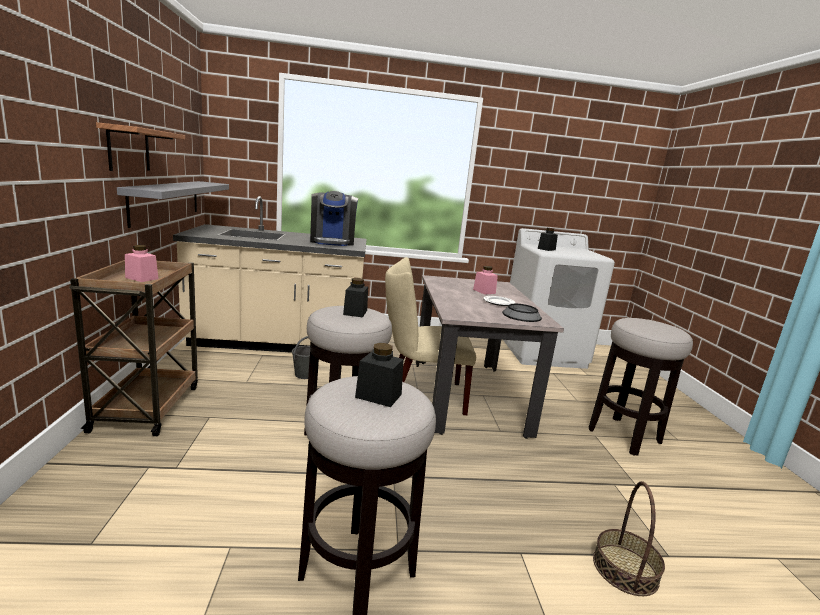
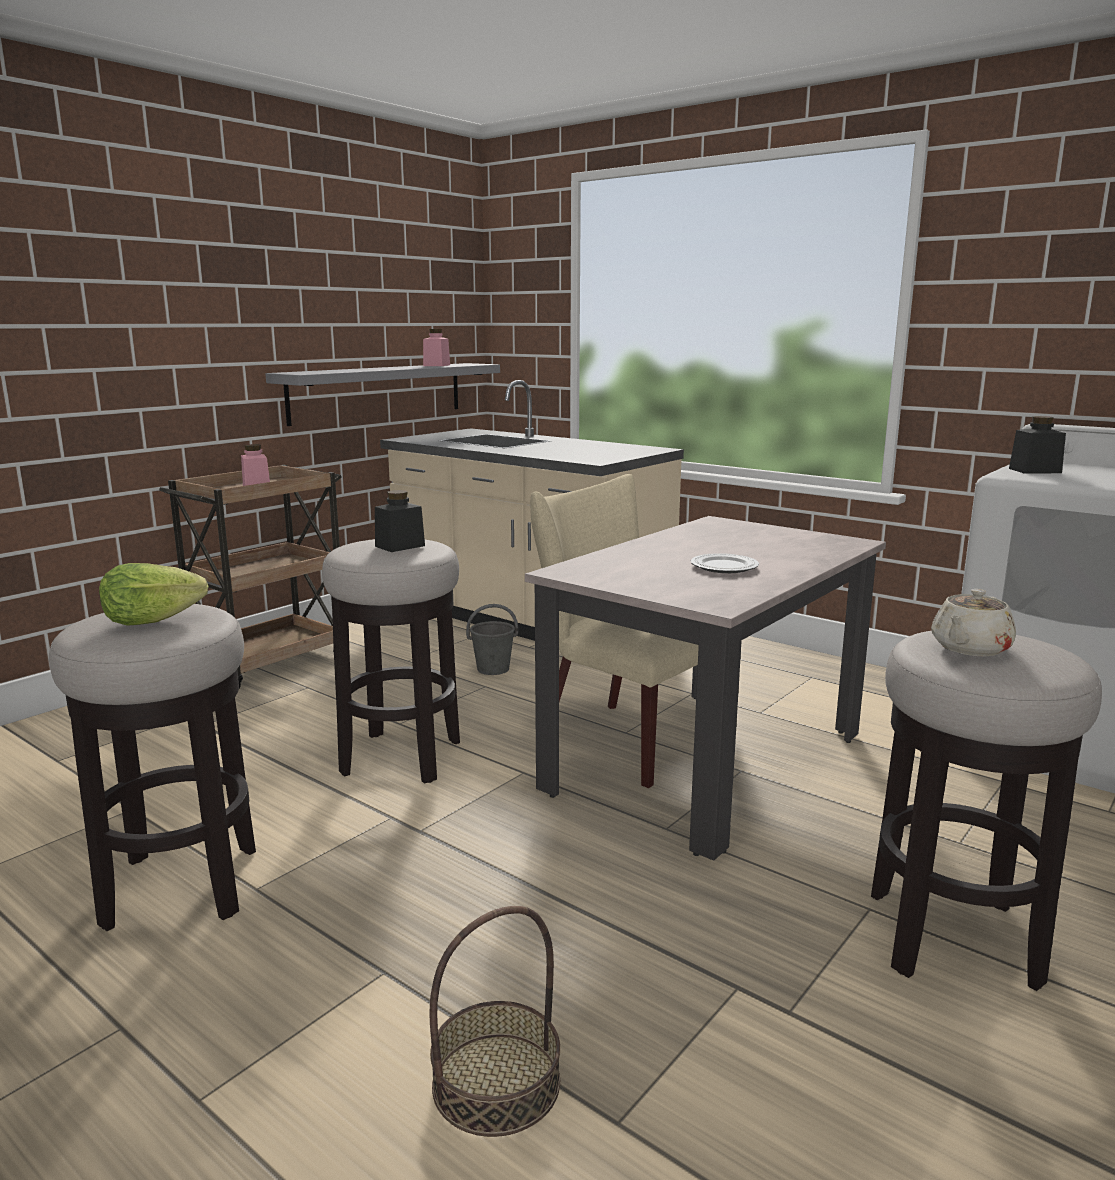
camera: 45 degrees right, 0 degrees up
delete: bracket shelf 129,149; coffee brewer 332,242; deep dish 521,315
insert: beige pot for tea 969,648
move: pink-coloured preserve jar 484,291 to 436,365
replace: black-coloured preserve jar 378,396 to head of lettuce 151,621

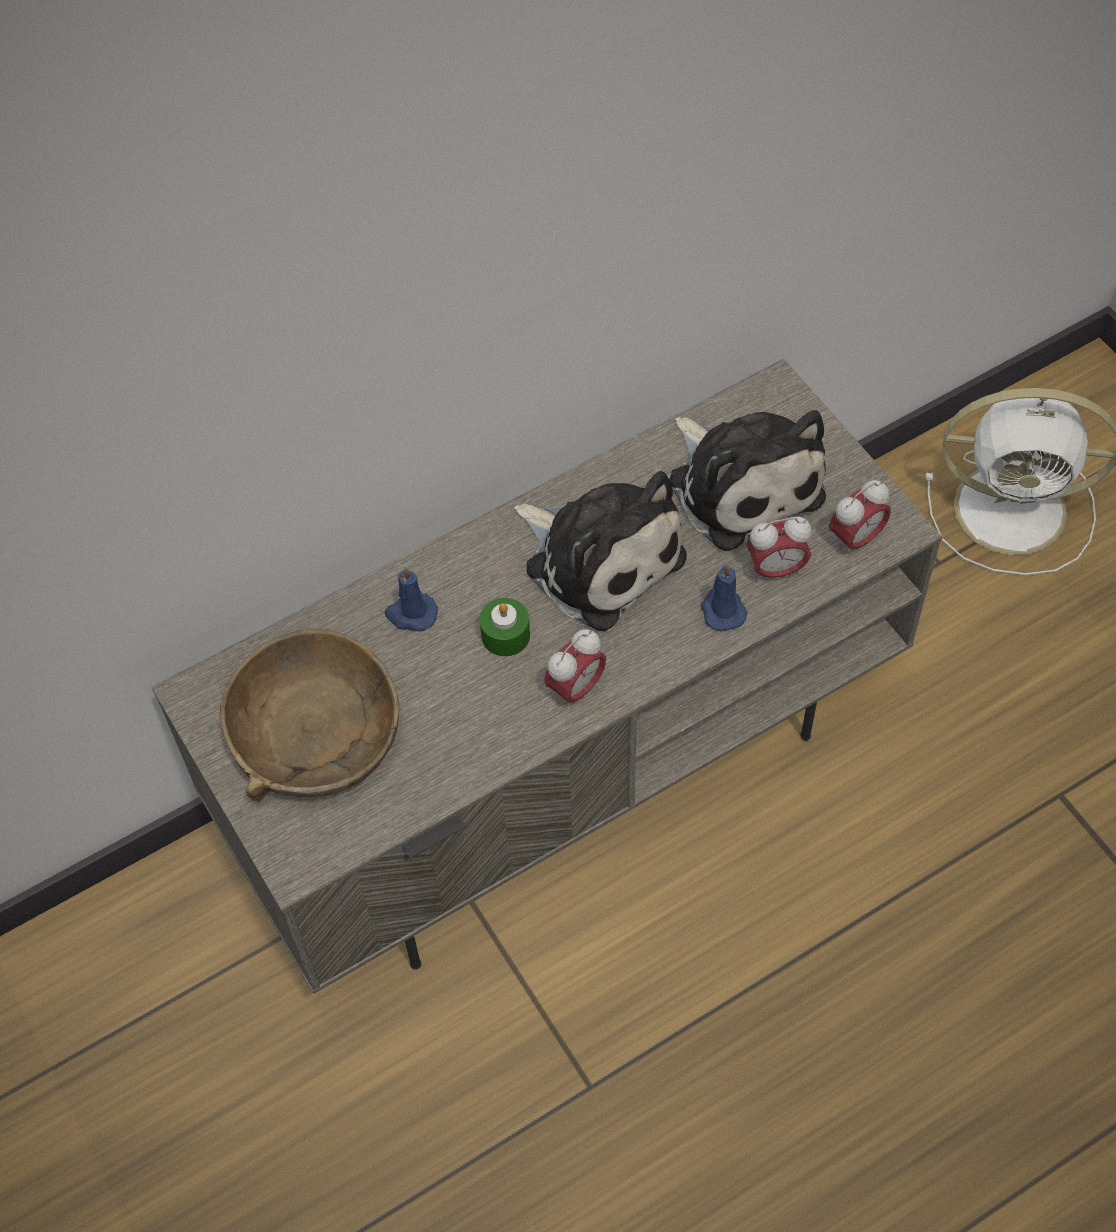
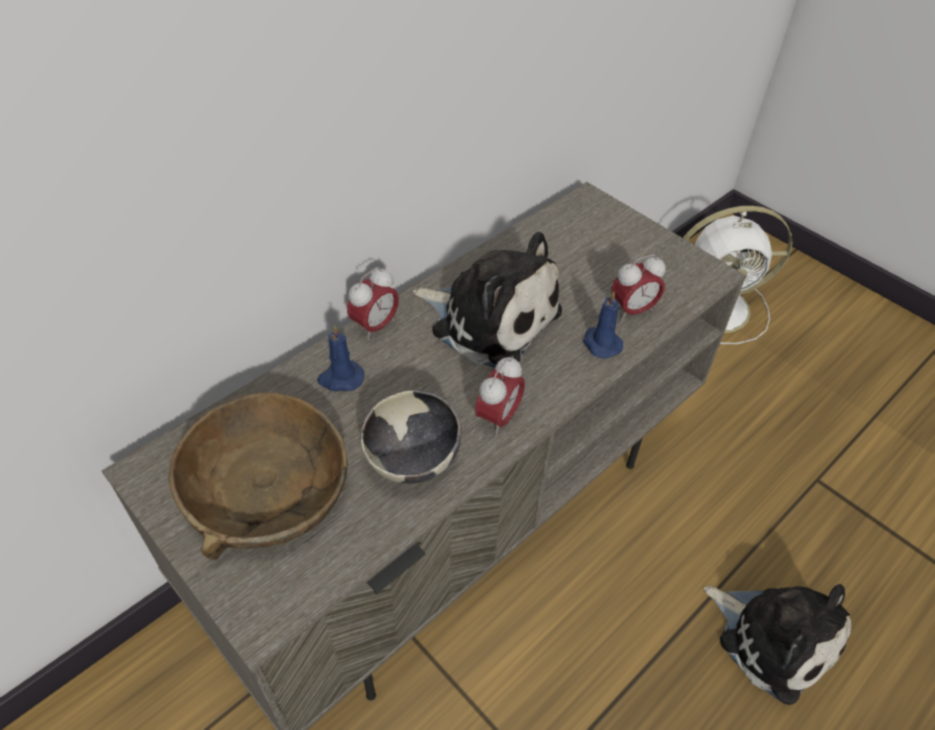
camera: 15 degrees left, 10 degrees down
delete: green candle 505,635
insert: deep dish 413,460
move: soft toy 742,483 to 772,637; bedside clock 856,539 to 375,326

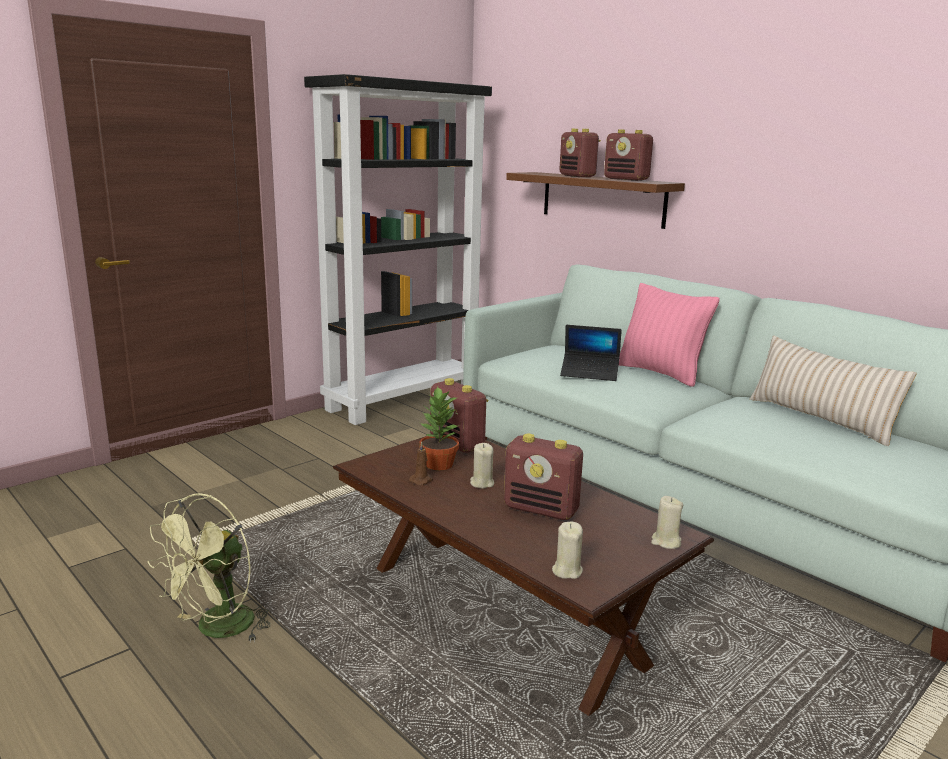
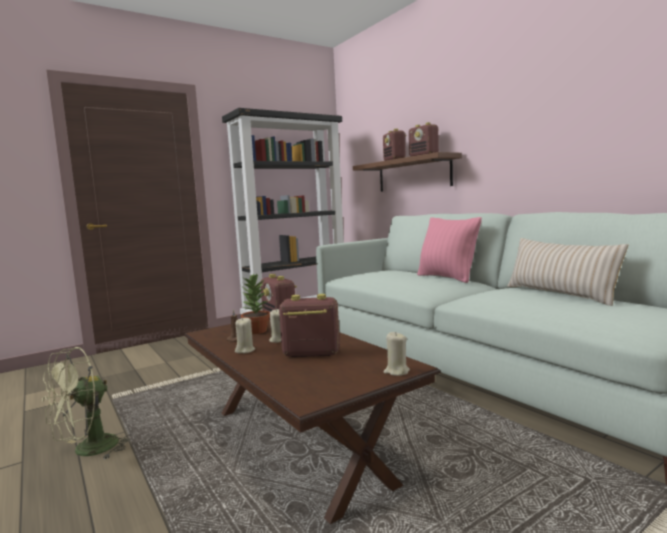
camera: 10 degrees right, 10 degrees down
delete: laptop 589,373
move: beige candle 567,571 to 245,350
rotate: radio receiver 542,509 = 310,353 150 degrees clockwise

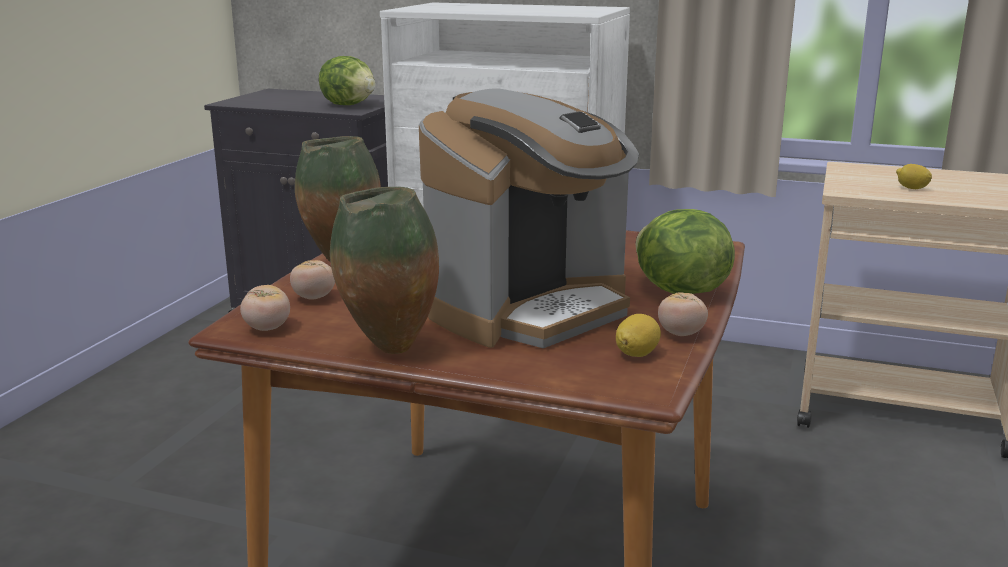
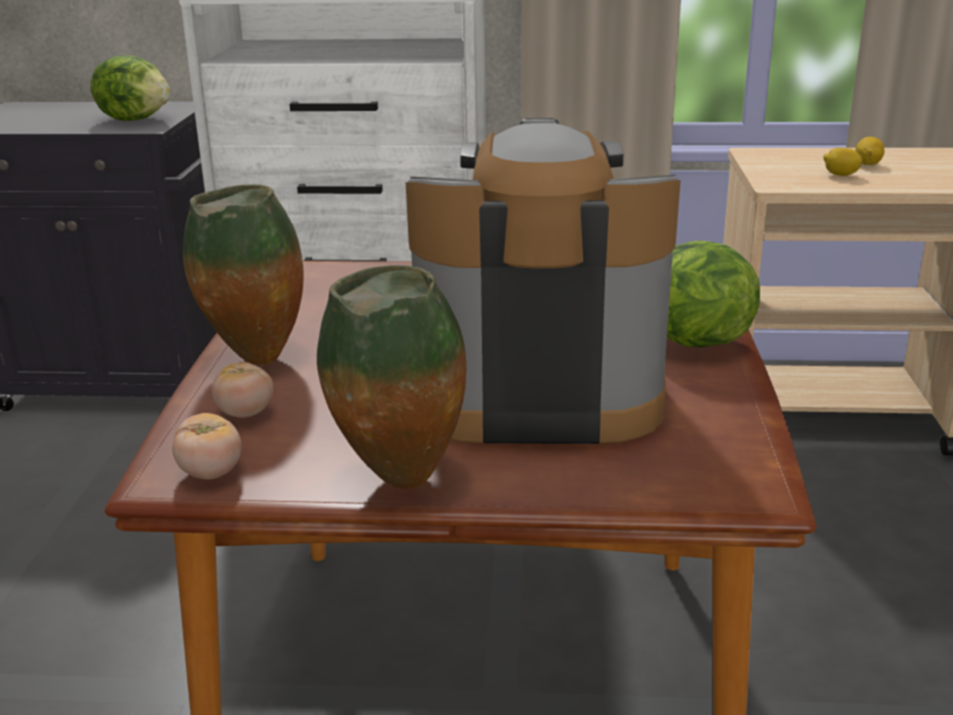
camera: 15 degrees left, 5 degrees up
delete: tomato 681,334
move: whole lemon 637,353 to 867,164
rotate: coffee brewer 530,310 = 537,393 120 degrees counterclockwise

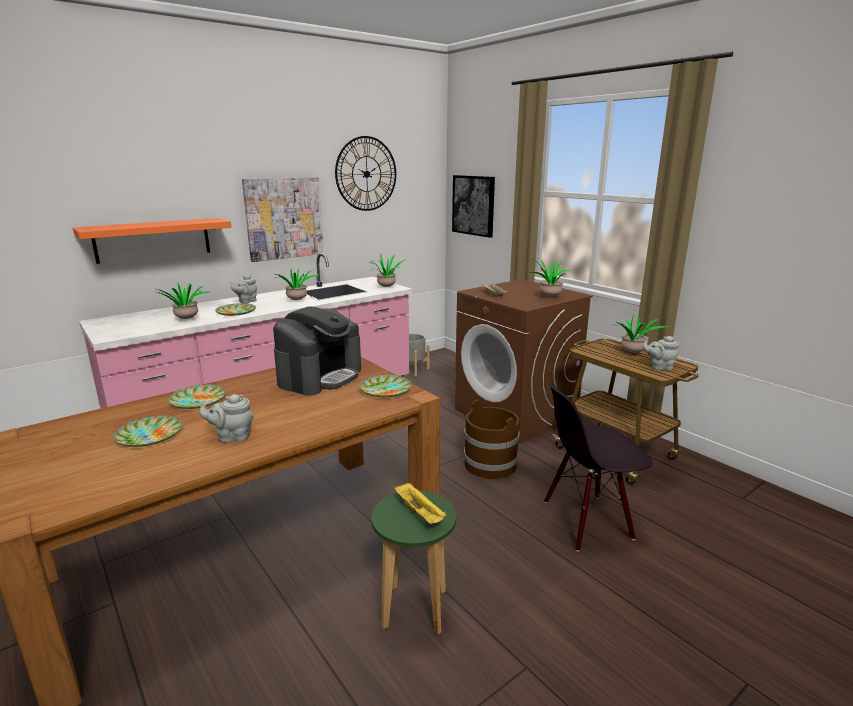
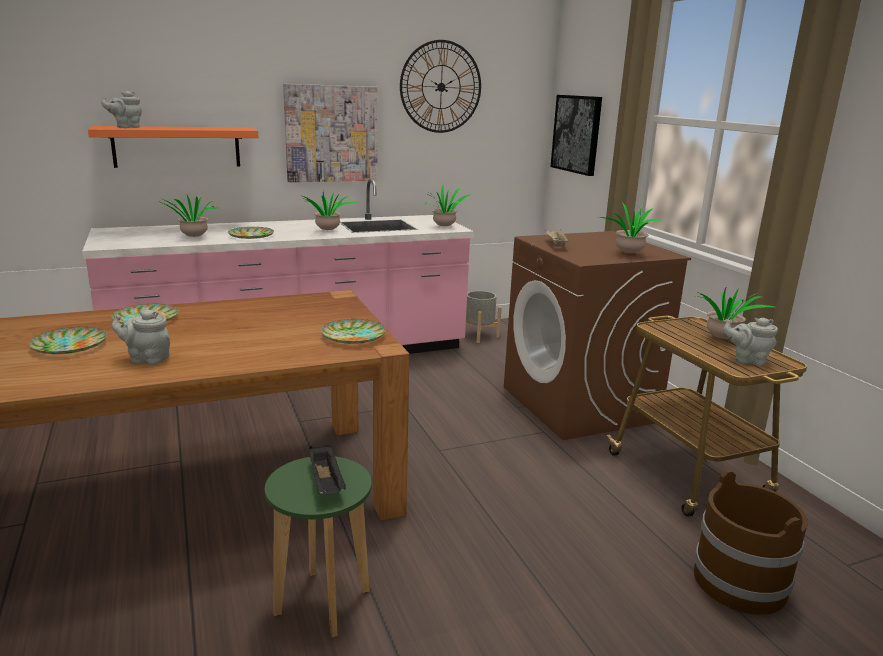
camera: 15 degrees right, 0 degrees up
delete: coffee brewer 320,376; black-coloured chair 586,521
move: gray pot for tea 246,301 to 126,127; brown water bucket 490,464 to 740,582
recolor: yellowish carrying tray 420,513 to black-coloured carrying tray 326,482

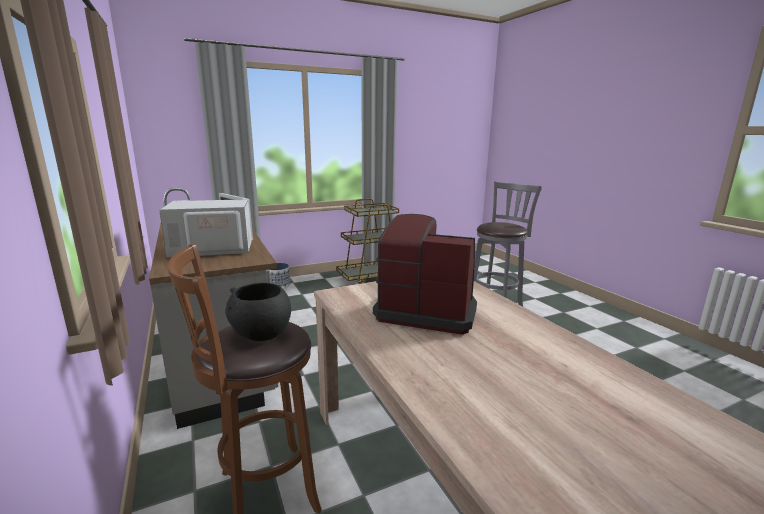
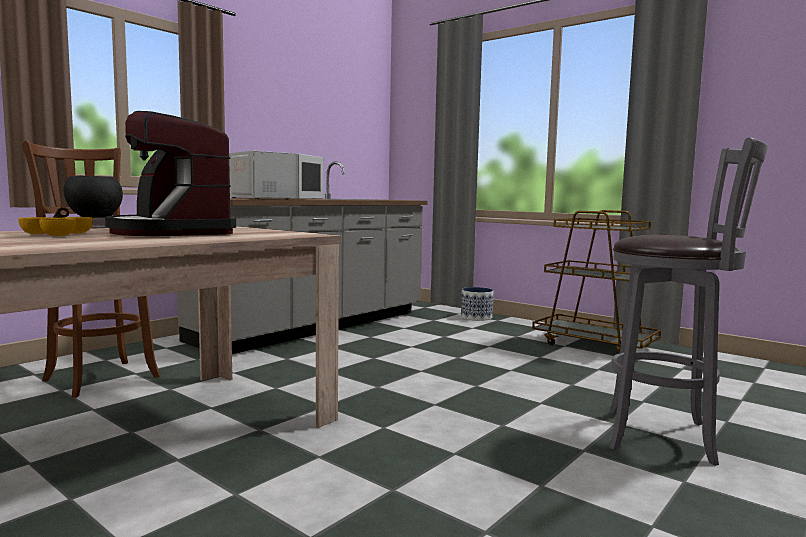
camera: 65 degrees right, 10 degrees down
insert: deep dish 57,234
rotate: coffee brewer 426,311 = 170,232 150 degrees clockwise

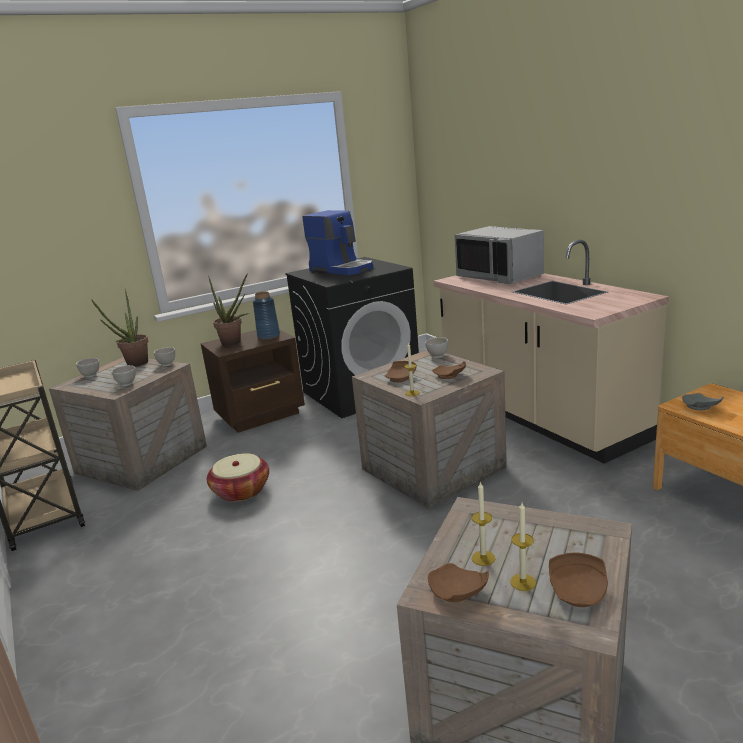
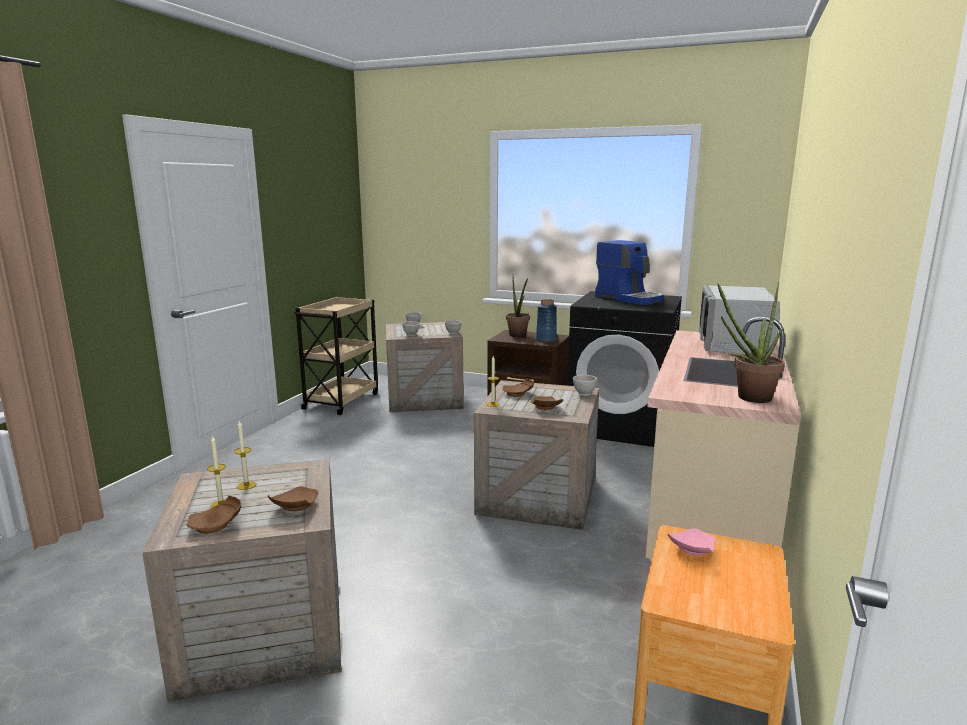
camera: 50 degrees right, 5 degrees down
delete: basket 241,491
move: plant in a pot 134,364 to 748,398; brown dinner plate 457,593 to 294,507
recolor: gray dinner plate 700,407 to pink-coloured dinner plate 691,550
rotate: coffee brewer 342,269 = 629,299 45 degrees counterclockwise

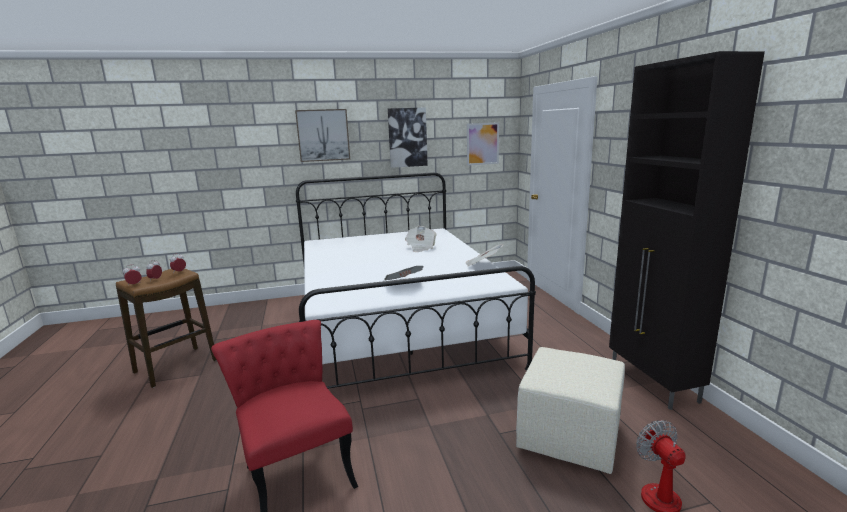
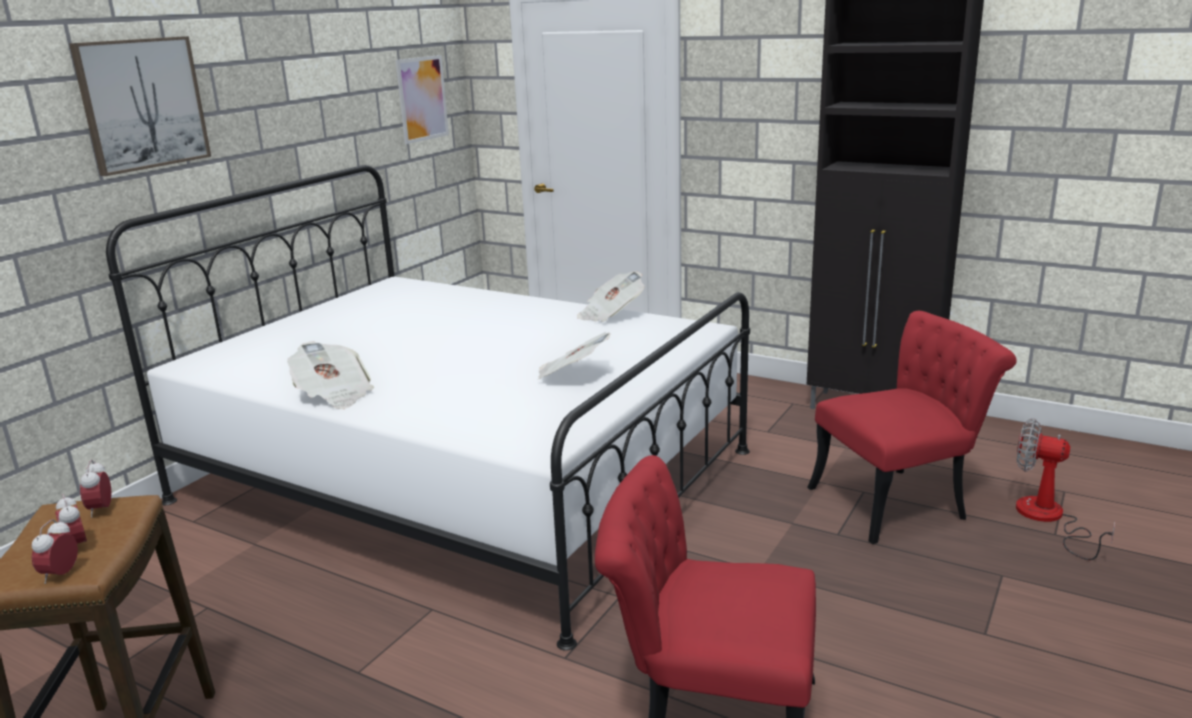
camera: 45 degrees left, 5 degrees up
delete: picture 407,137
move: daily paper 420,247 to 334,395
replace: beige footrest 569,438 to red-coloured chair 900,501

